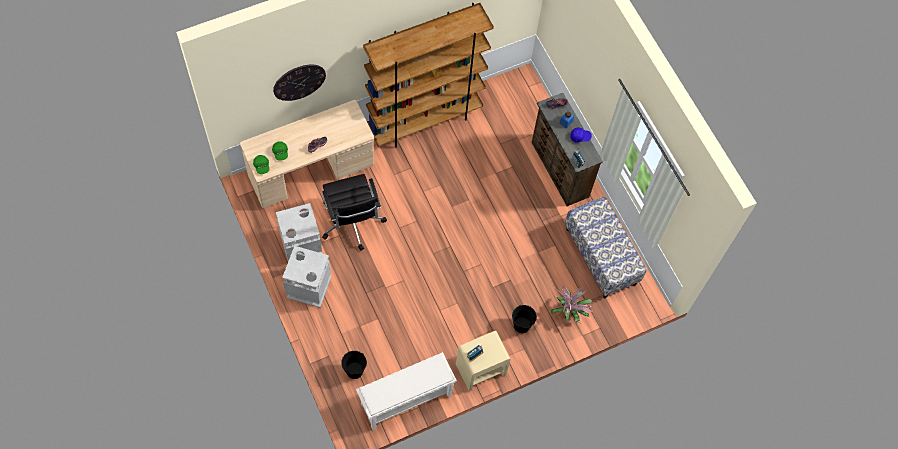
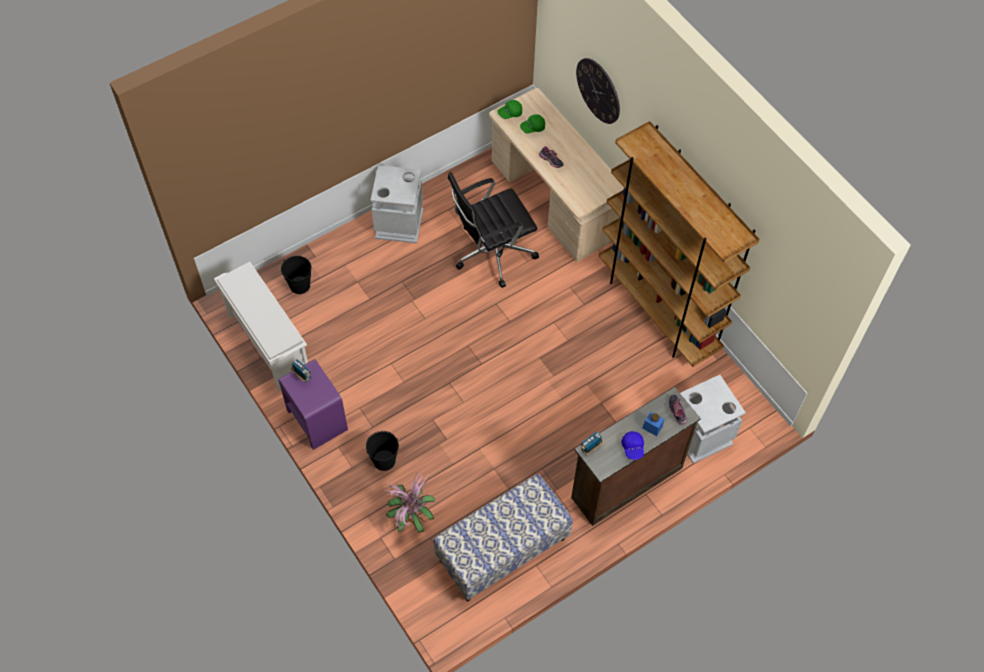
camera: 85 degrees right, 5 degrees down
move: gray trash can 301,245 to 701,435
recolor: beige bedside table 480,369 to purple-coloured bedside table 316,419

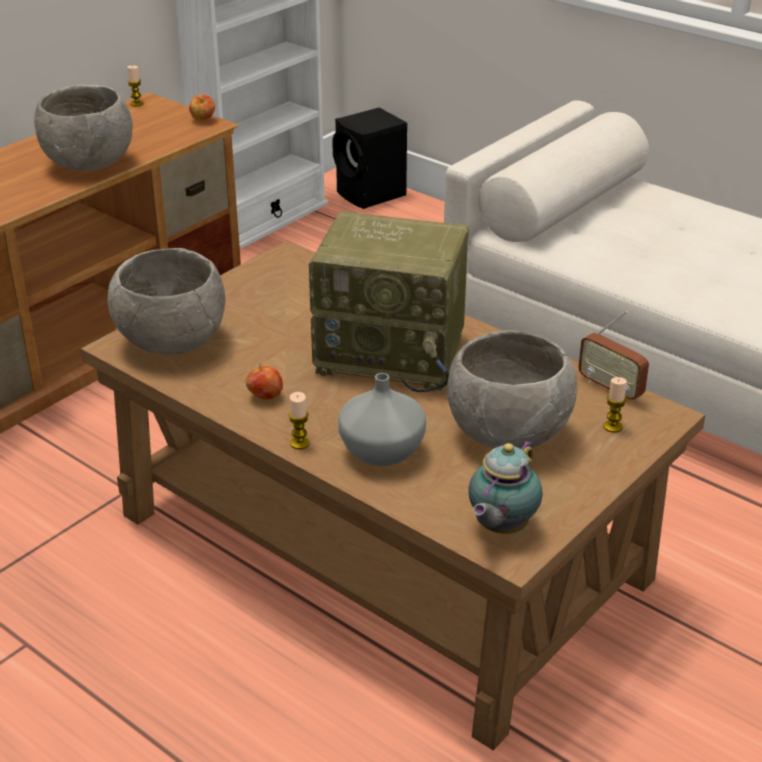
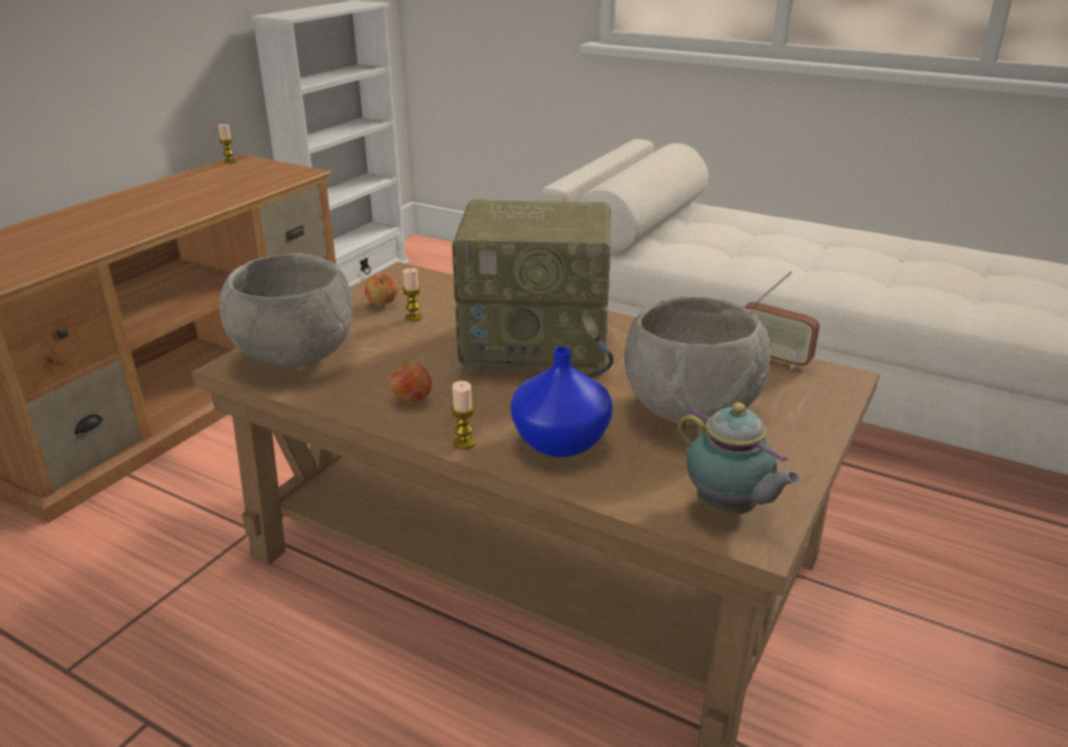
camera: 10 degrees left, 5 degrees down
delete: gray deep dish 88,164; black-coloured speaker 371,195
move: apple 203,120 to 382,304; candle 612,426 to 413,317
recolor: gray flower vase 383,451 to bluish flower vase 562,441
rotate: pot for tea 500,528 = 728,510 60 degrees counterclockwise

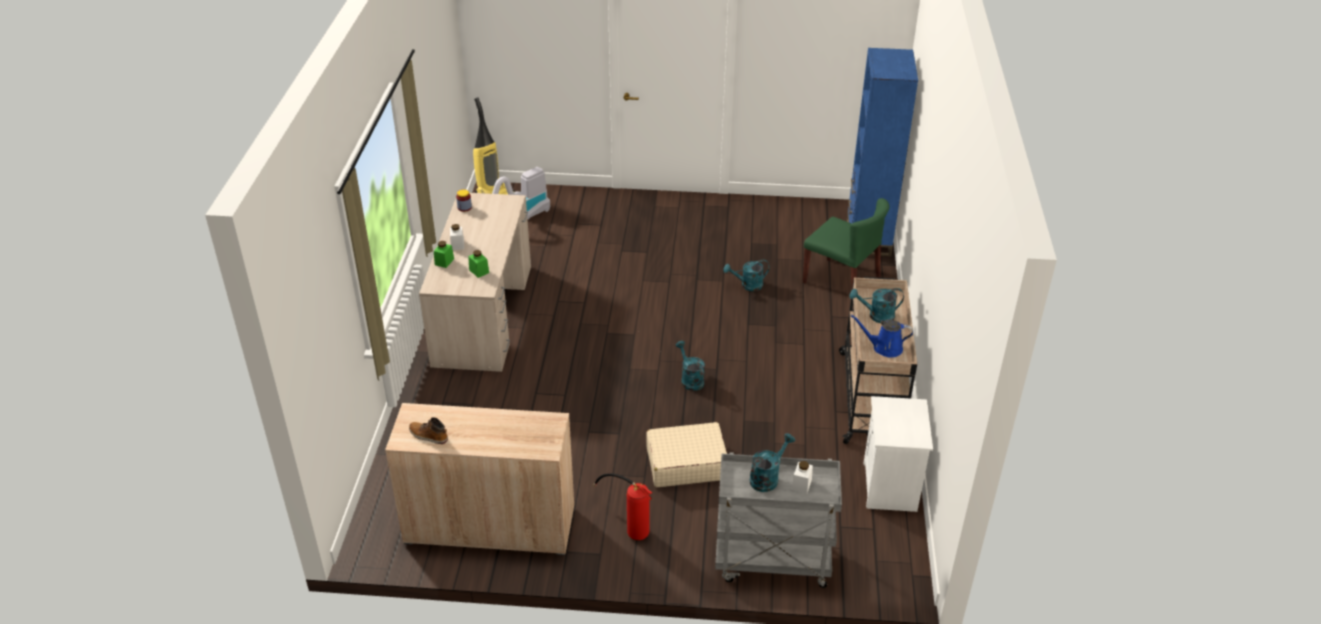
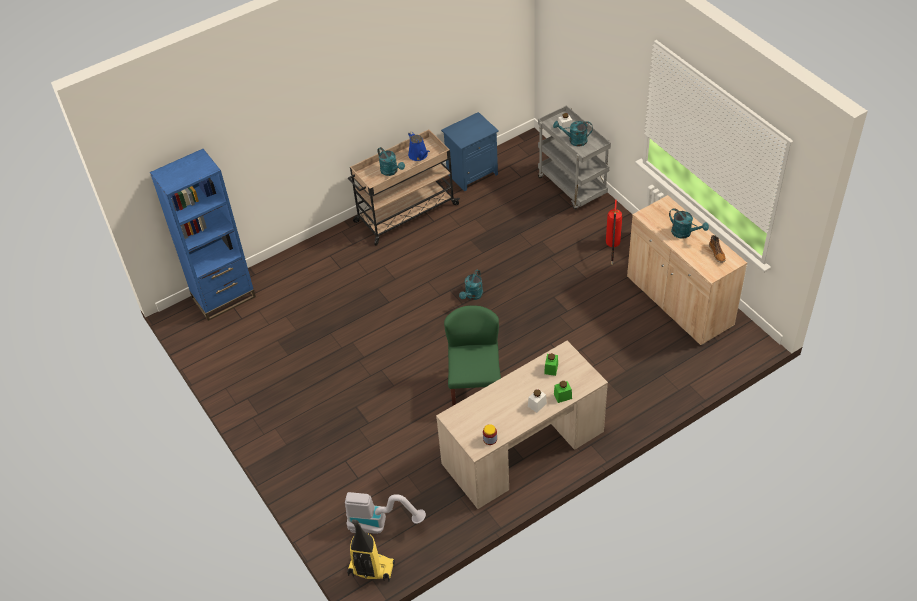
camera: 125 degrees left, 10 degrees up
delete: beige travel case 686,463
move: green chair 842,281 to 475,387; blue-green watering can 748,285 to 685,233
recolor: white bedside table 891,487 to bluish bedside table 472,173

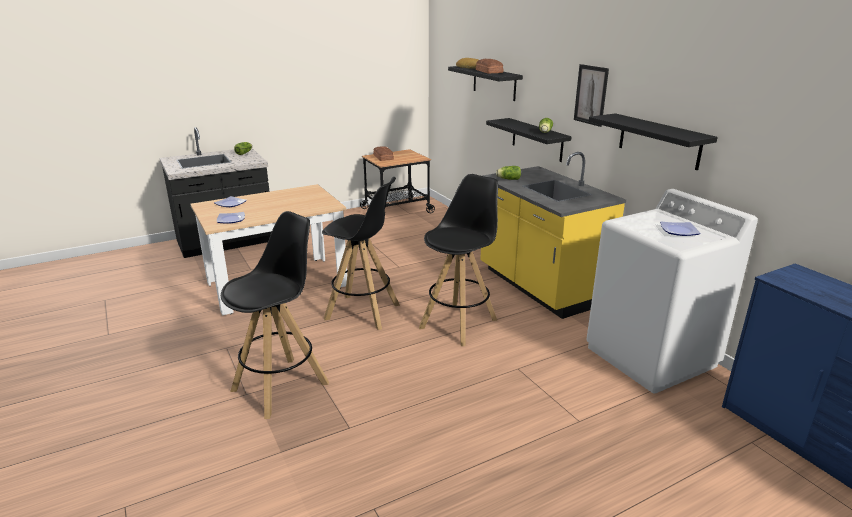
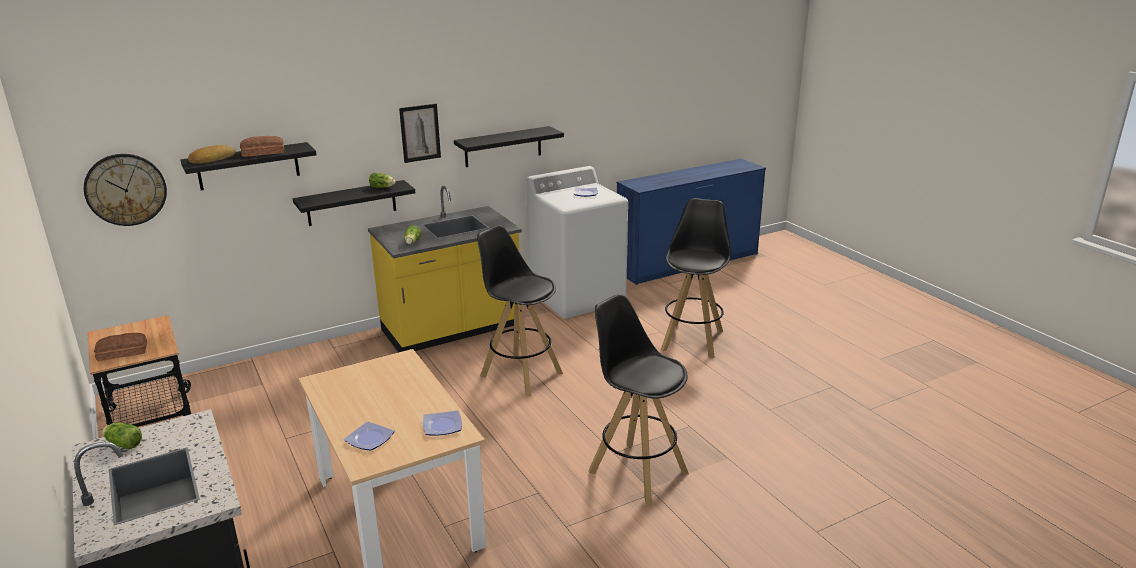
camera: 90 degrees left, 0 degrees up
insert: hanging clock 125,189
move: black-coloured stool seat 363,312 to 693,340

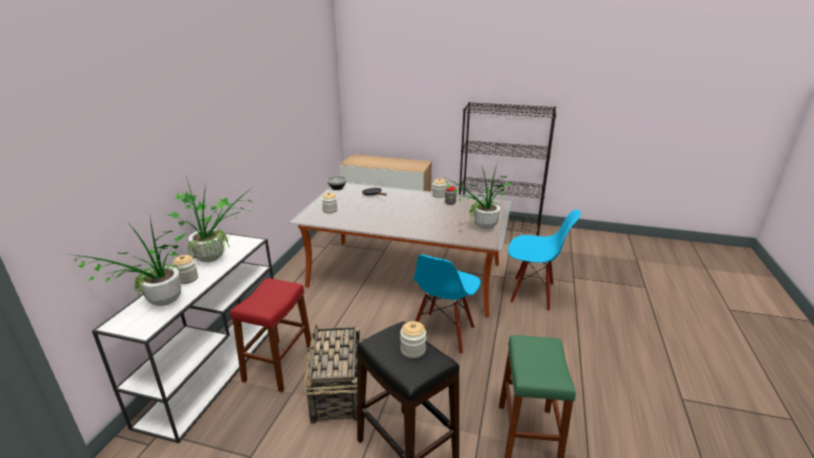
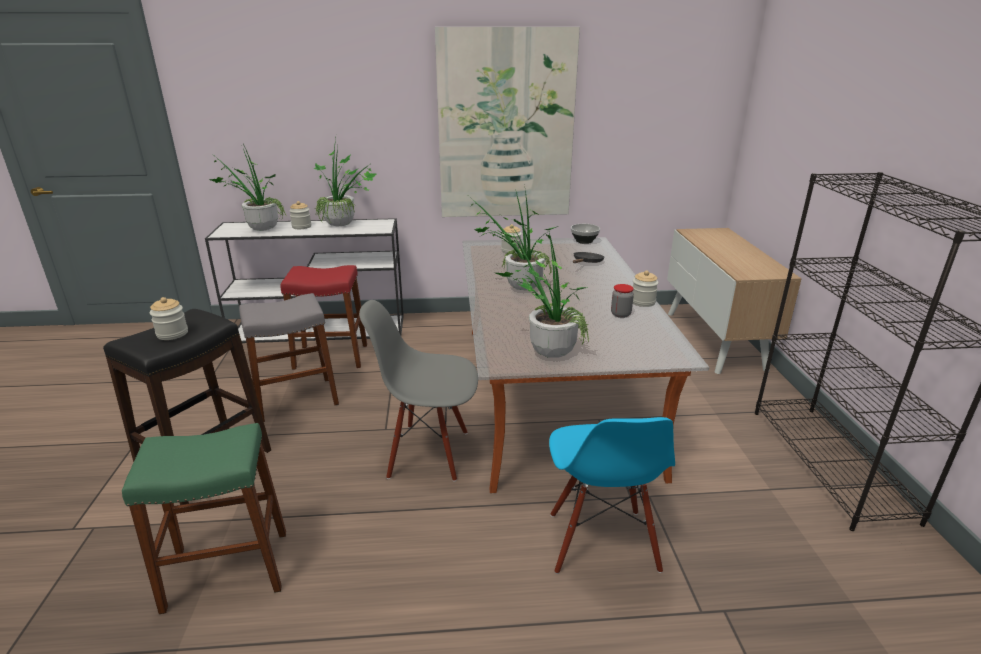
camera: 70 degrees right, 0 degrees up
insert: picture 506,126; plant in a pot 516,287
replace: basket 337,392 to gray stool seat 296,399
recolor: bluish chair 443,333 to gray chair 428,453

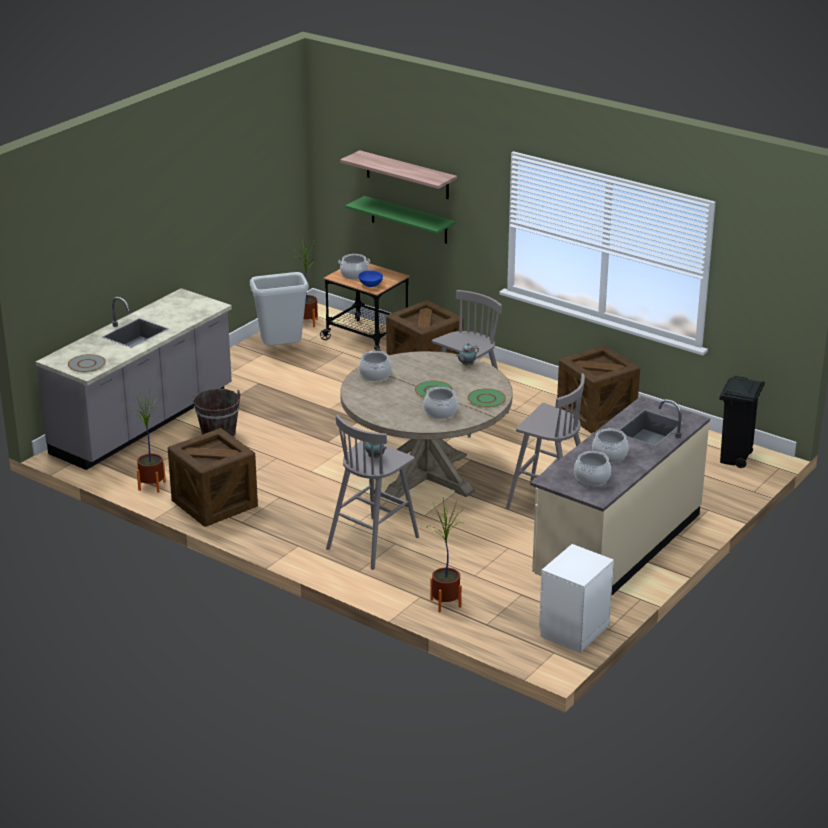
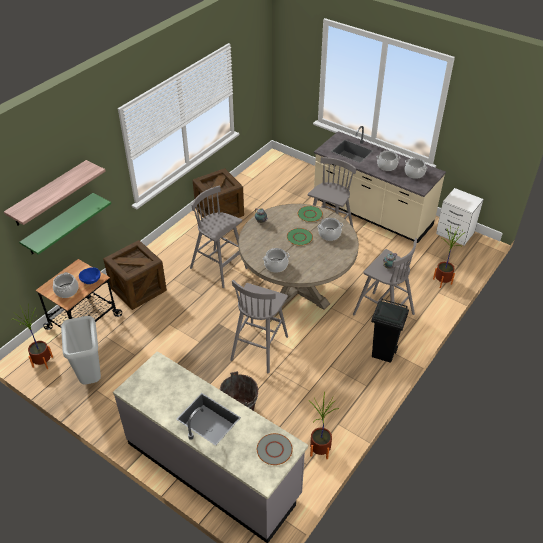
camera: 90 degrees left, 15 degrees up
delete: shipping crate 214,504
insert: gray stool seat 260,347
move: black-coloured trash can 735,459 to 384,353

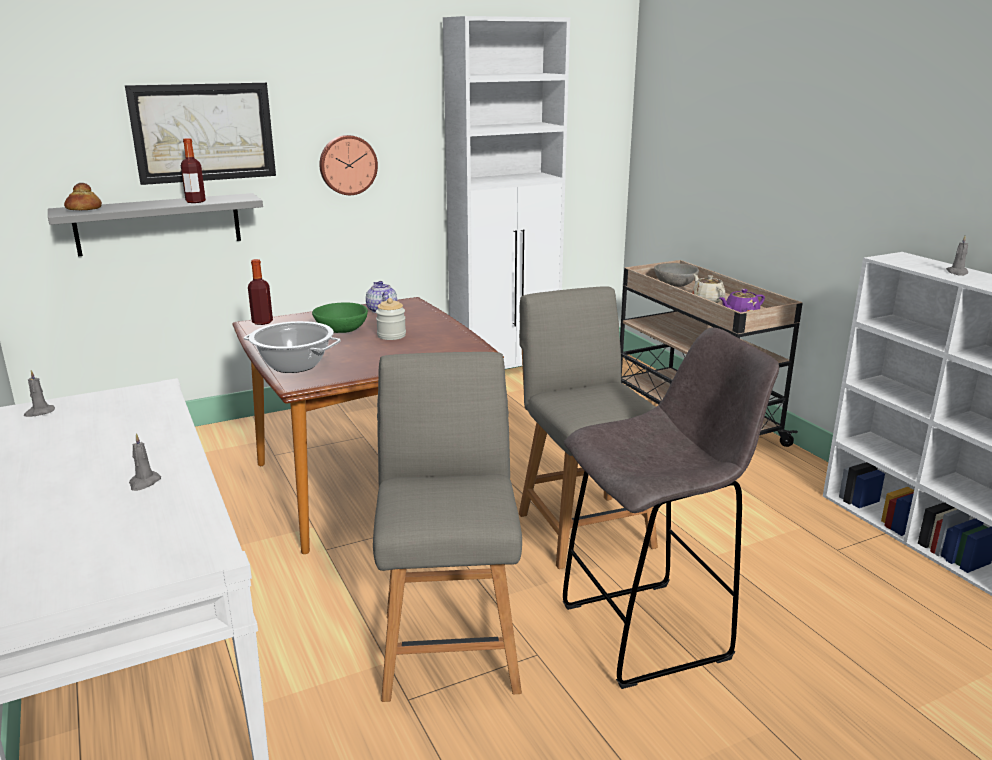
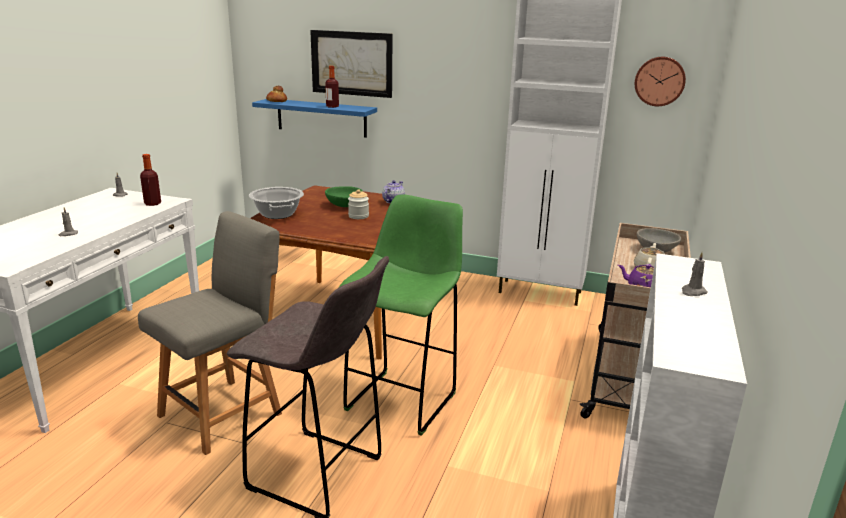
camera: 45 degrees right, 0 degrees up
move: hanging clock 347,165 to 659,81; beverage bottle 262,322 to 152,203
replace: gray chair 583,527 to green stool seat 403,399
recolor: gray bracket shelf 158,224 to bluish bracket shelf 321,118

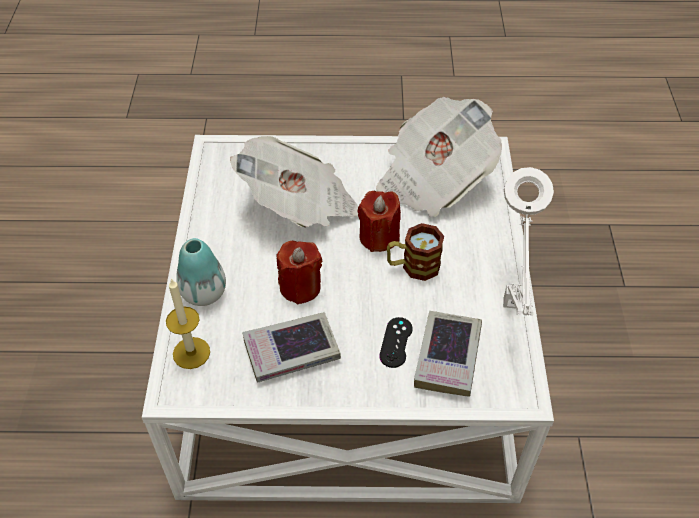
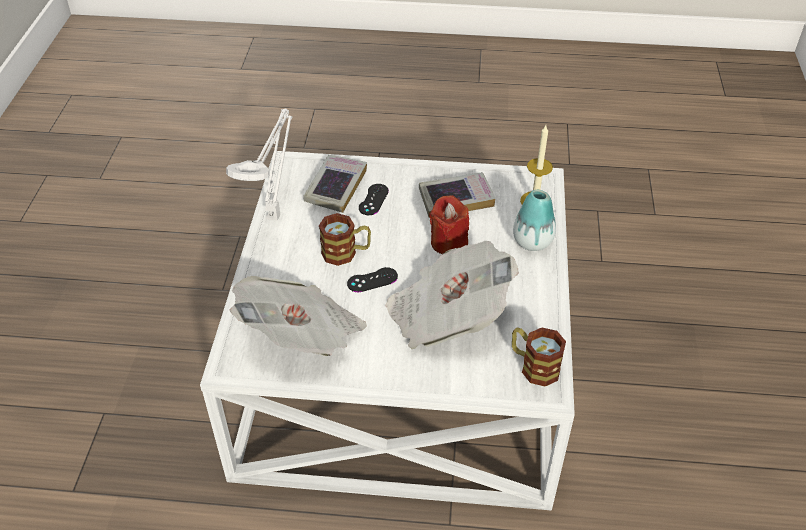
camera: 175 degrees left, 5 degrees down
insert: tea mug 533,366
replace: red-coloured candle 378,237 to black-coloured joypad 372,280

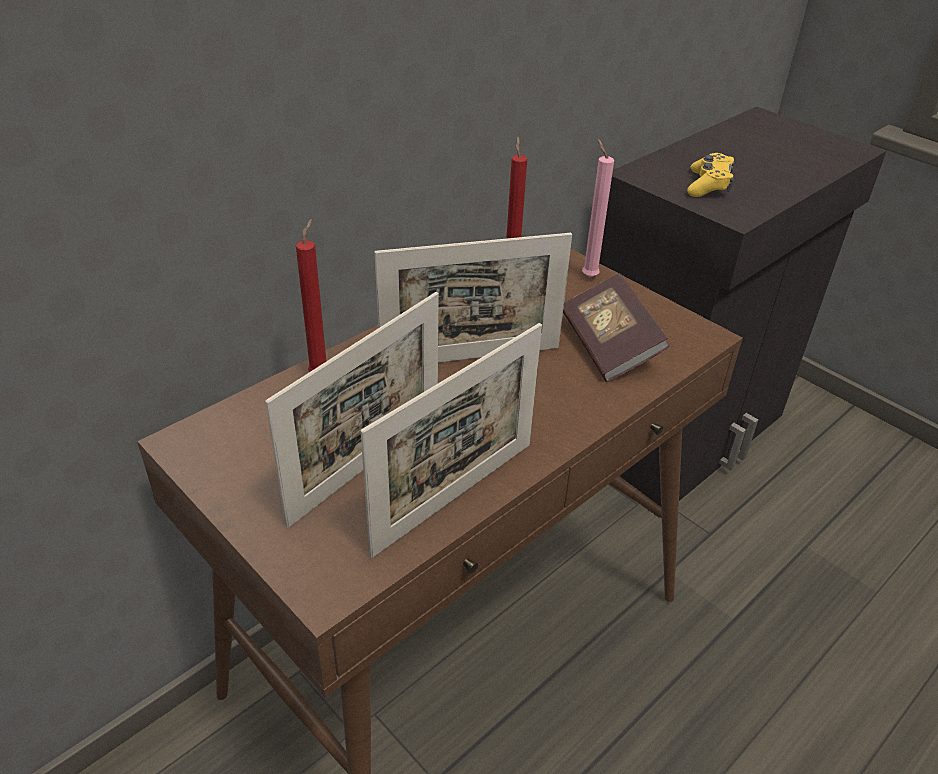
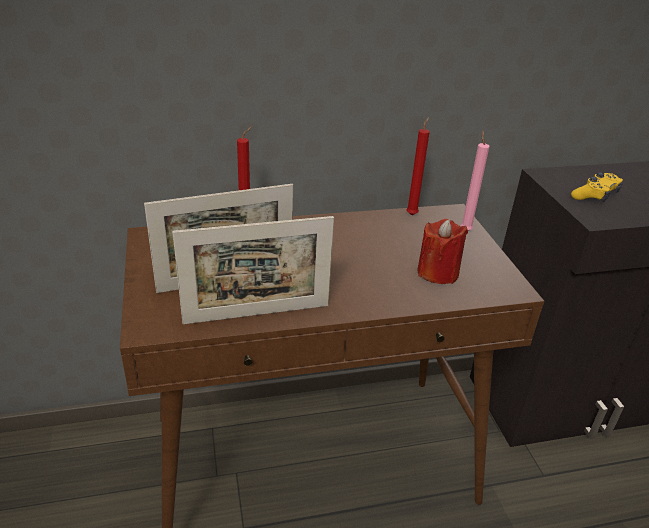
camera: 30 degrees right, 5 degrees down
delete: photo frame 471,357
replace: bound book 609,346 to red-coloured candle 437,272

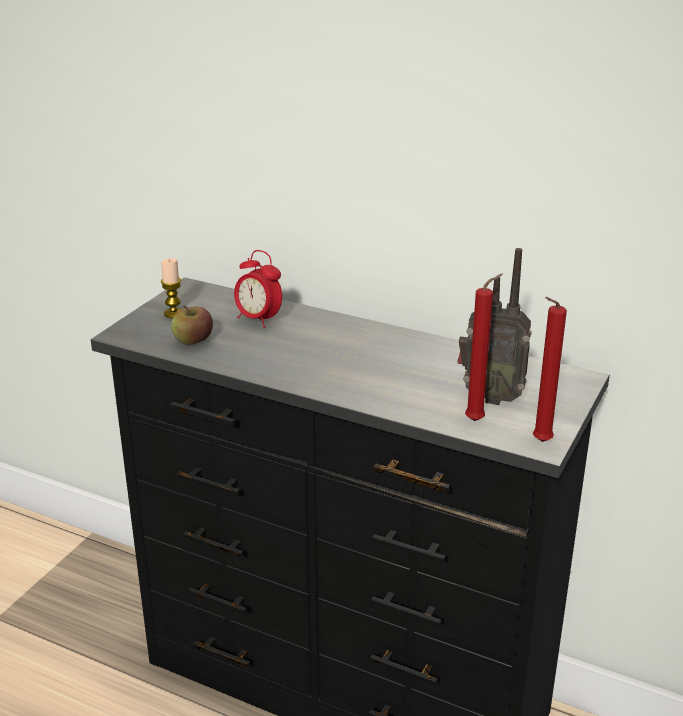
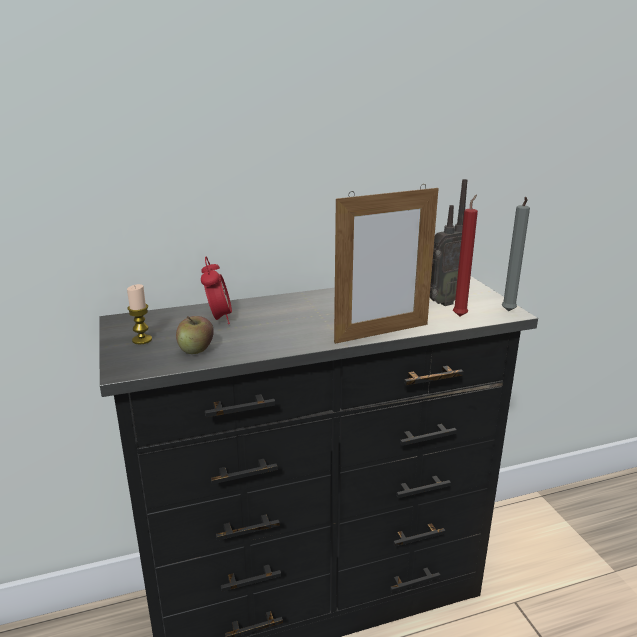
camera: 45 degrees left, 5 degrees down
insert: photo frame 382,333
recolor: red-coloured candle 539,442 to gray candle 508,312
rotate: bedside clock 258,320 = 218,319 90 degrees counterclockwise

